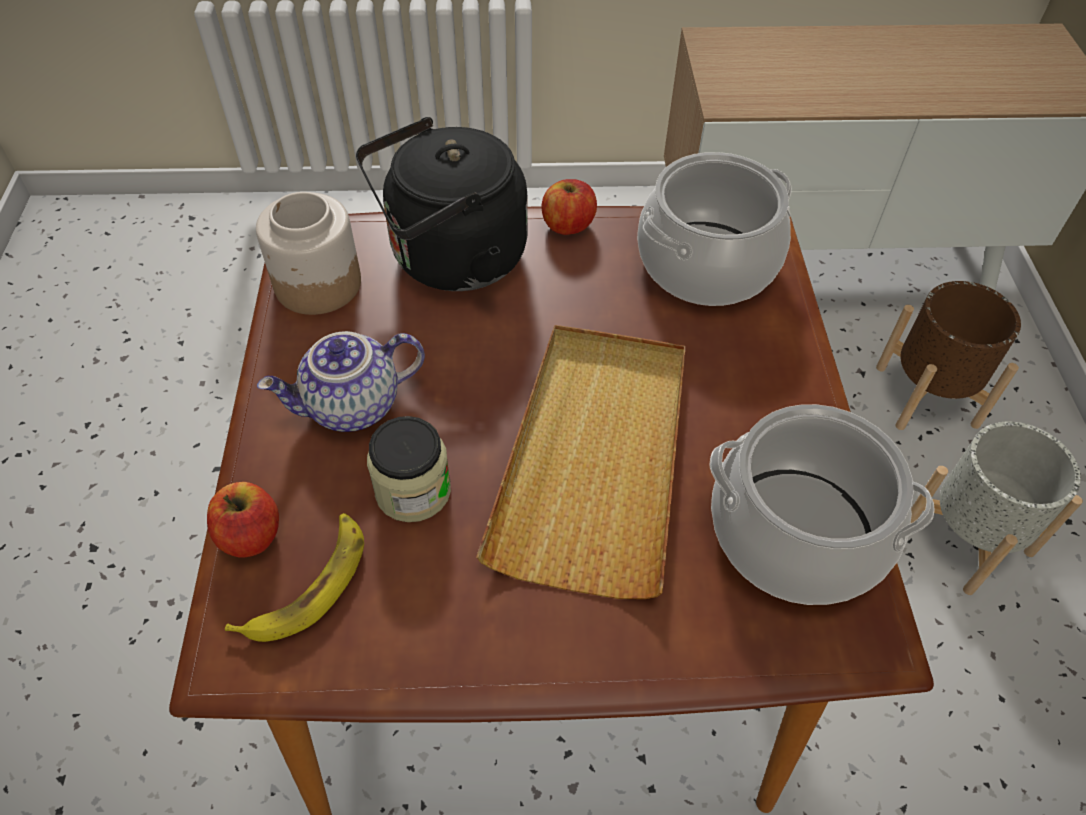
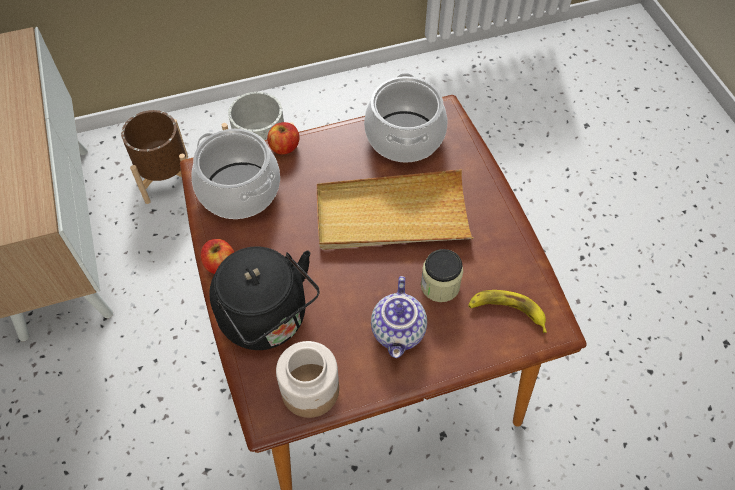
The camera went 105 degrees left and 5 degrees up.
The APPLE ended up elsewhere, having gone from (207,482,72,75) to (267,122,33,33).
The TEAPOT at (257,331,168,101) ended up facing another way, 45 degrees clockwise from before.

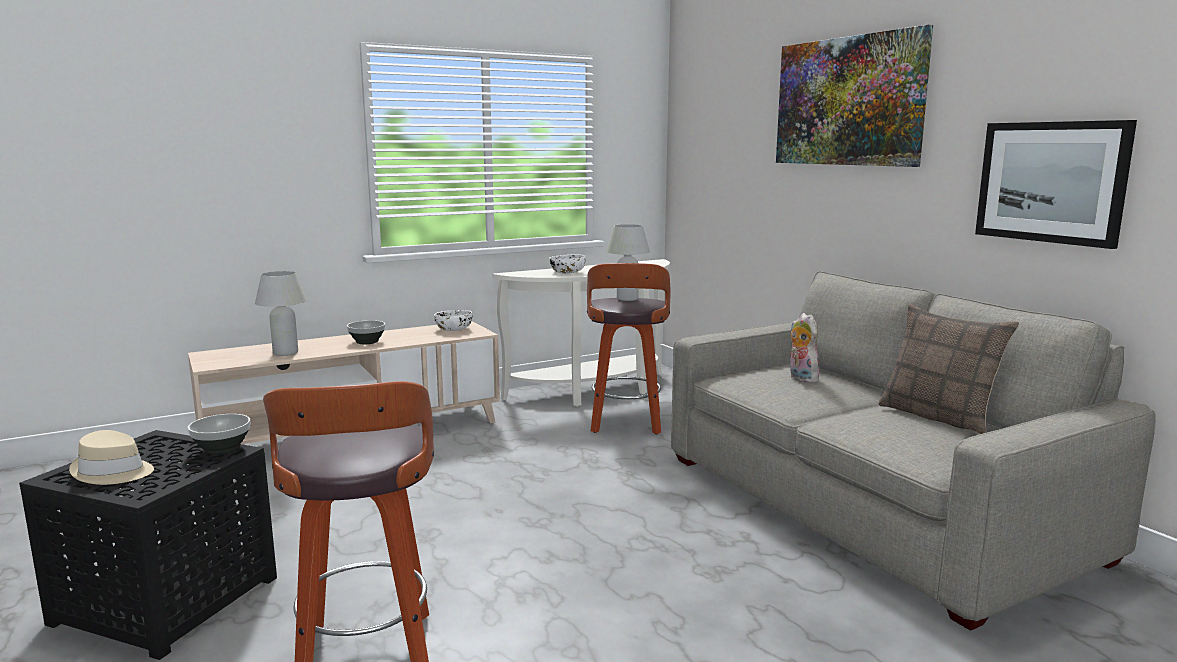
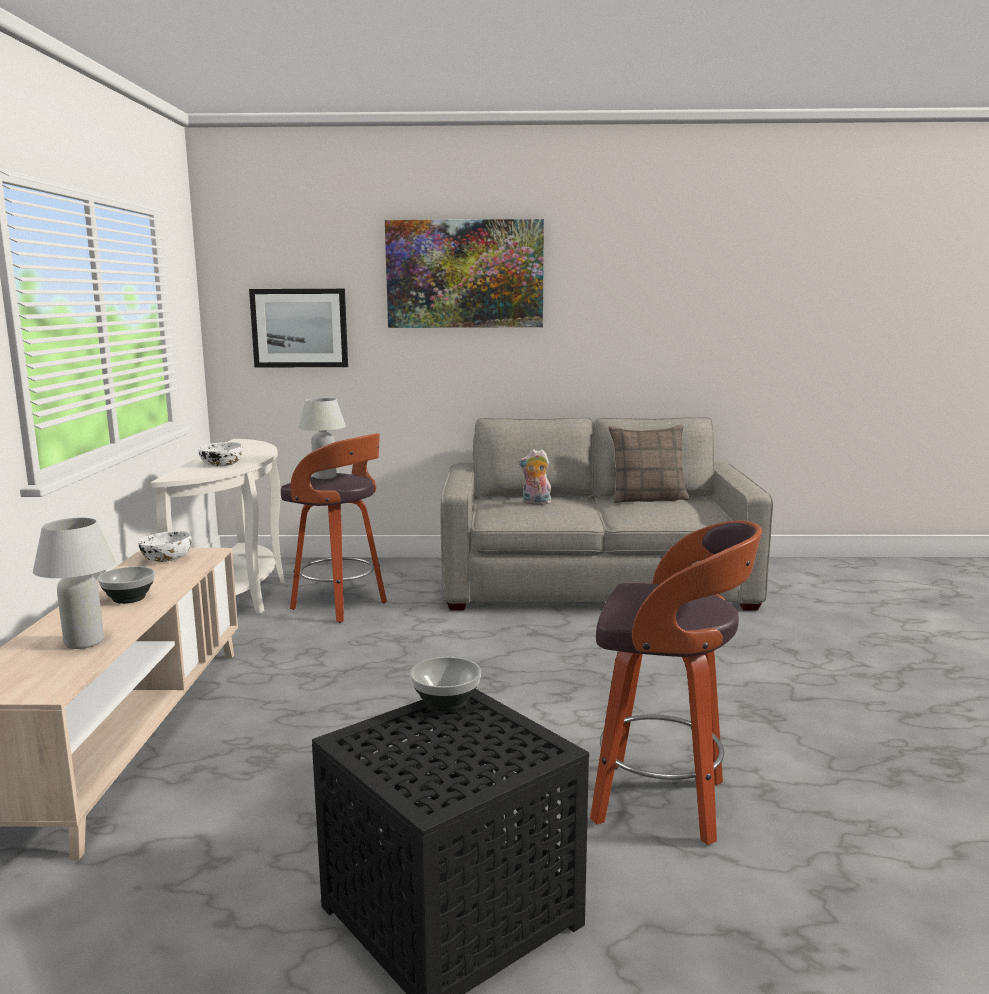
The camera went 60 degrees left and 0 degrees up.
The PICTURE ended up elsewhere, having gone from (975,120,162,129) to (249,289,99,79).
The second view lost the BEIGE HAT at (69,430,85,55).

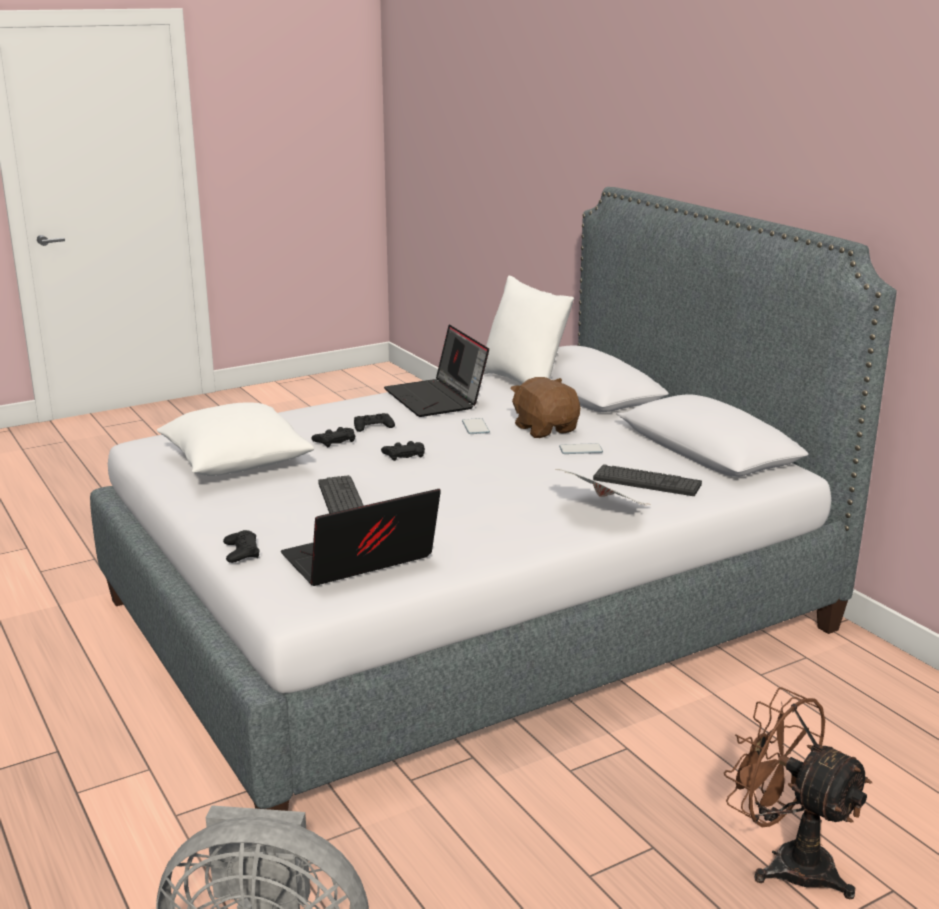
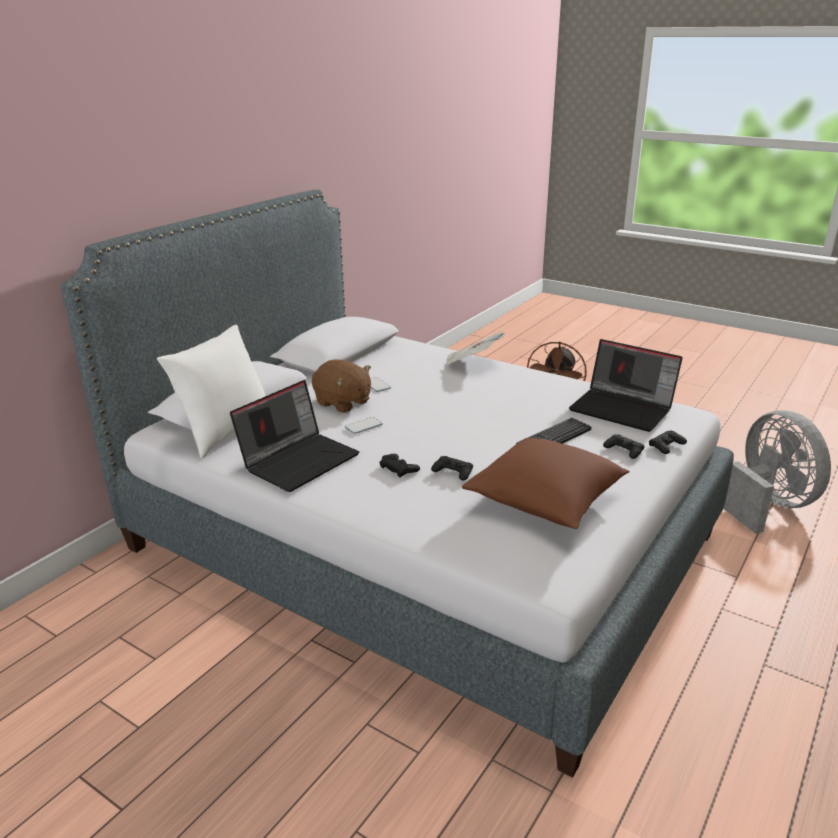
The camera went 115 degrees left and 5 degrees up.
The BROWN PLUSH TOY at (510,377,70,61) ended up facing another way, 90 degrees counterclockwise from before.
What was the WHITE PILLOW at (157,402,157,74) turned into the BROWN PILLOW at (462,438,167,91).
The BLACK GAME CONTROLLER ended up elsewhere, having gone from (381,441,44,20) to (603,434,42,25).
The second view lost the KEYBOARD at (593,464,109,32).

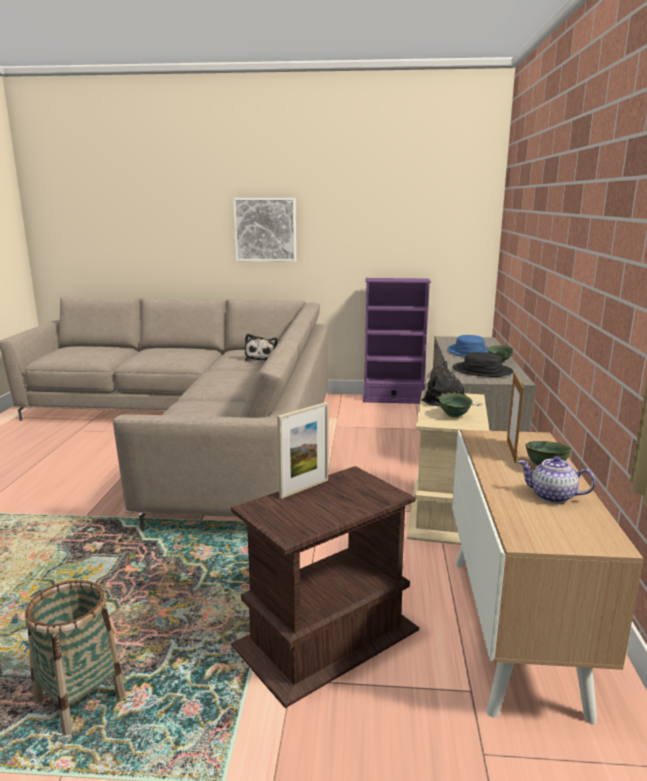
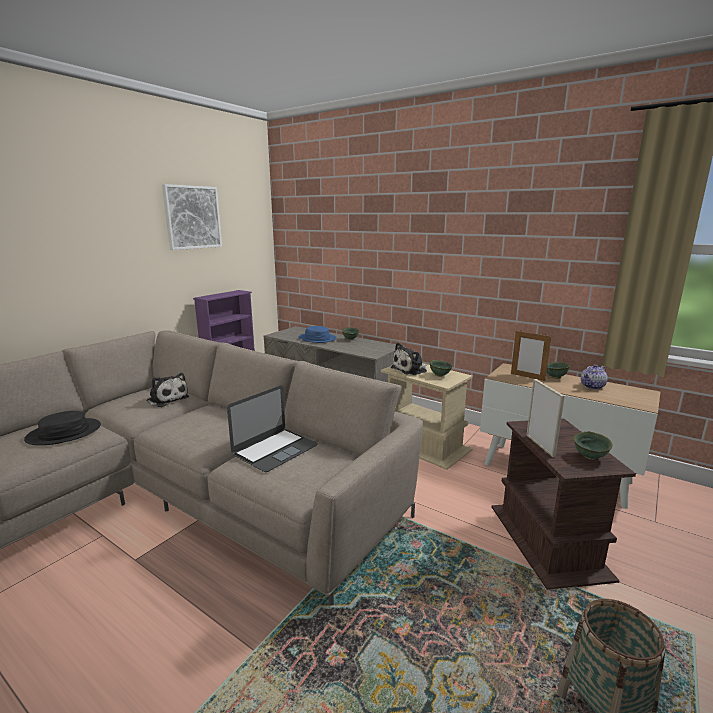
The camera went 60 degrees left and 0 degrees up.
The BLACK HAT ended up elsewhere, having gone from (453,352,60,25) to (24,411,77,34).
The PICTURE ended up elsewhere, having gone from (233,198,63,64) to (162,184,60,66).
The second view gained the LAPTOP at (227,385,91,87).
The second view gained the GREEN BOWL at (574,432,39,28).

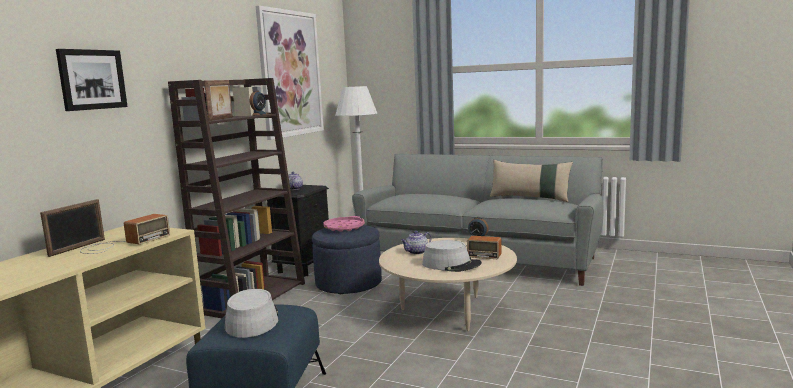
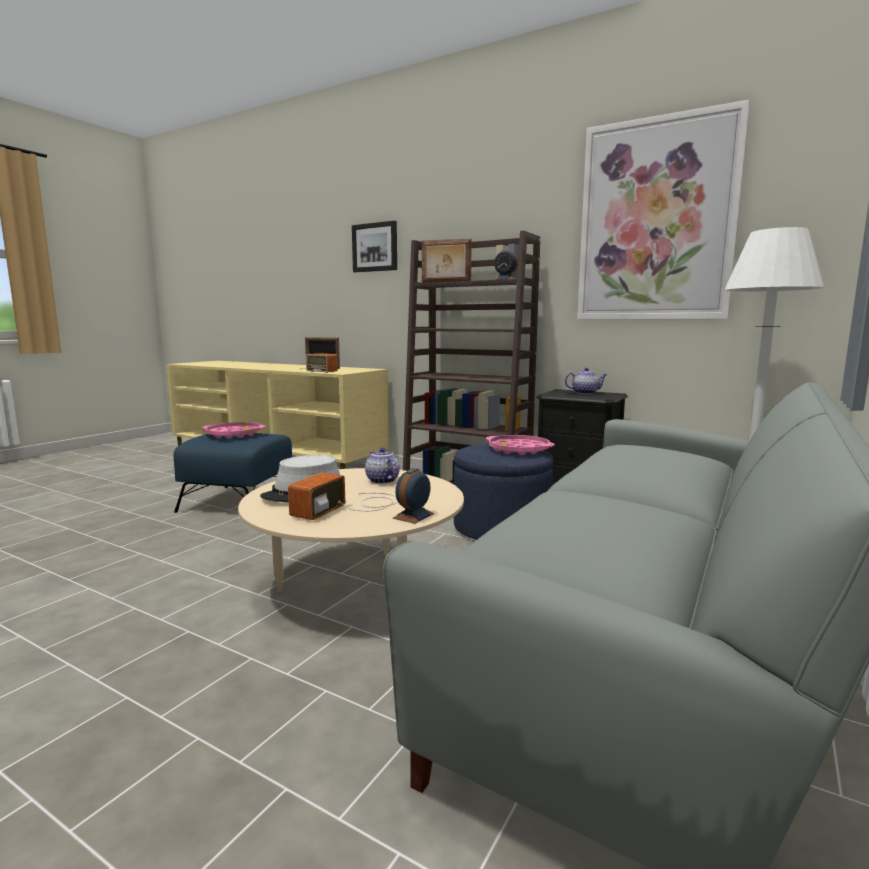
The camera went 95 degrees right and 0 degrees up.
Where the GREY HAT stood at (225,289,53,49), the PINK TRAY came to stand at (201,422,65,17).
The second view lost the BEIGE PILLOW at (490,160,83,42).

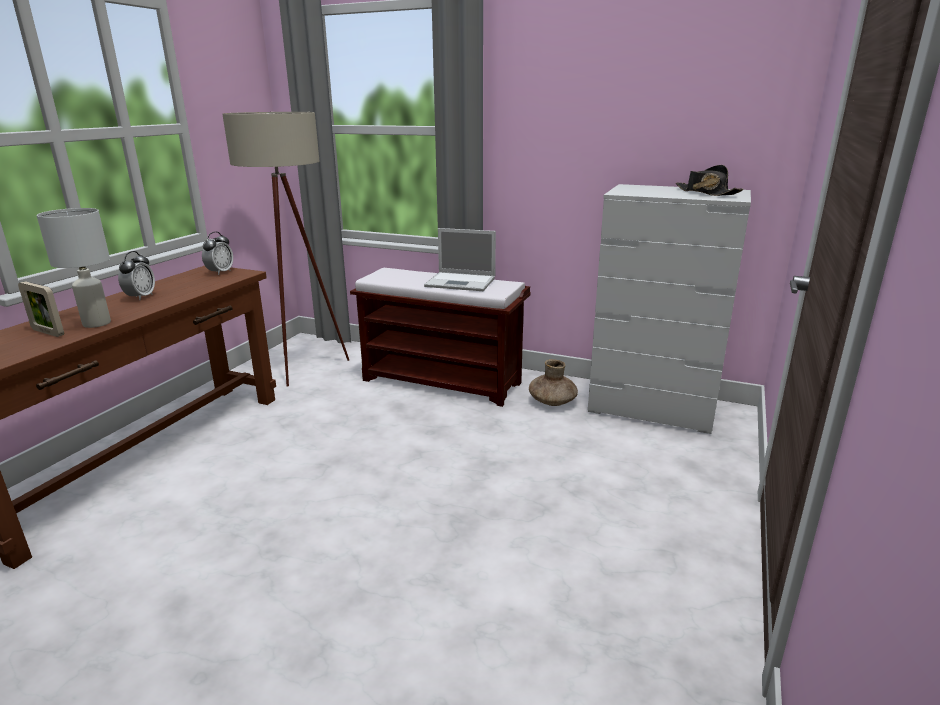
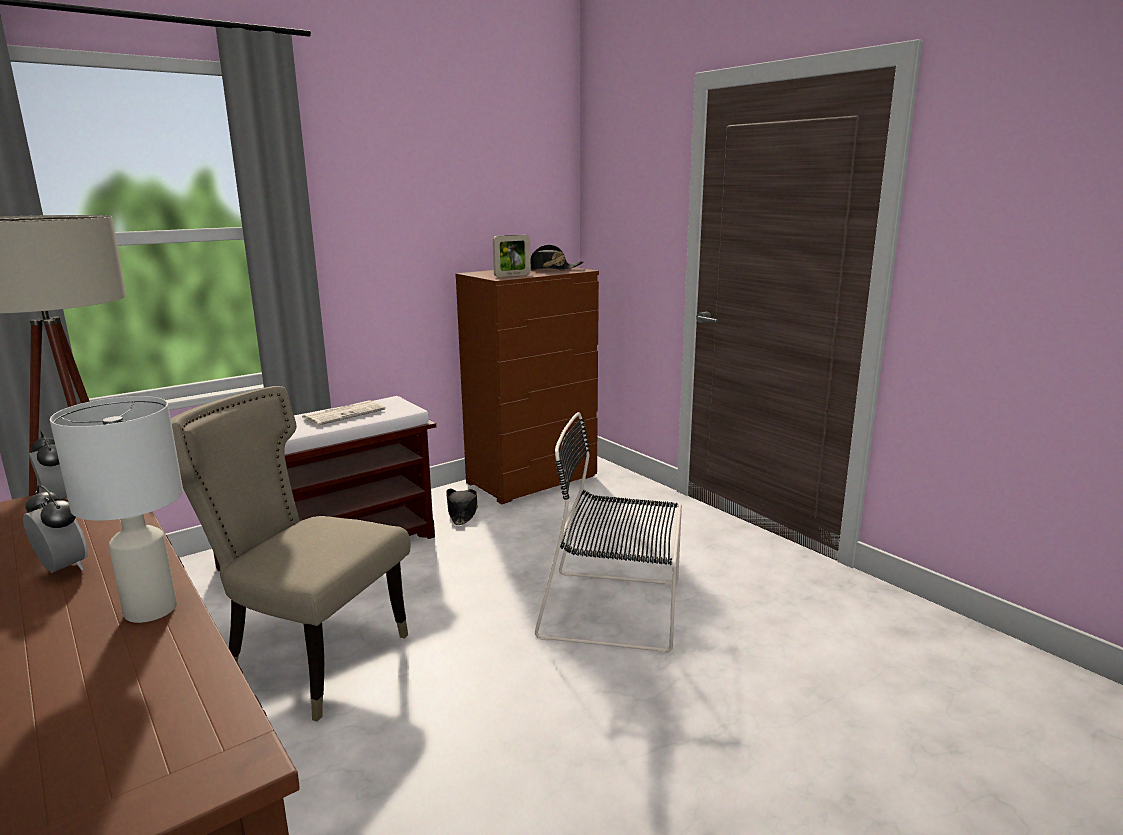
The camera went 60 degrees left and 5 degrees down.
The second view gained the BEIGE CHAIR at (171,386,239,336).
Where the LAPTOP stood at (424,228,72,63), the NEWSPAPER came to stand at (302,400,84,26).
Where the BROWN VASE stood at (529,359,49,47), the BLACK HAT came to stand at (446,489,32,36).
What was the WHITE DRESSER at (588,184,163,250) turned into the BROWN DRESSER at (455,267,144,237).
The PICTURE FRAME ended up elsewhere, having gone from (18,281,46,56) to (493,235,38,42).
The second view gained the BLACK CHAIR at (535,412,147,241).

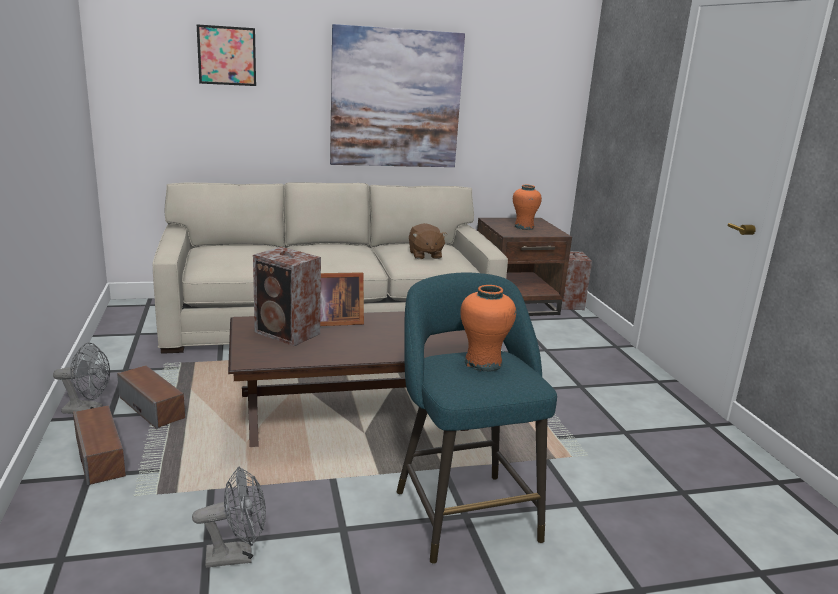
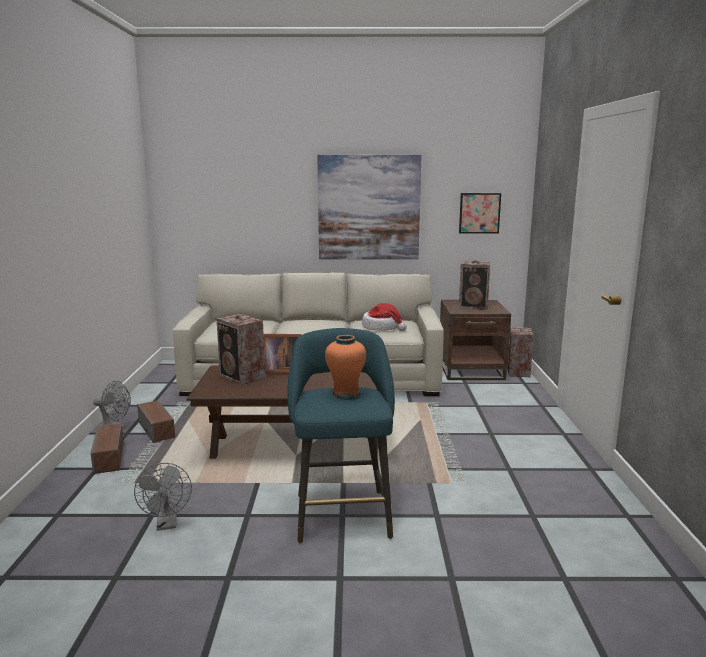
The camera went 15 degrees right and 5 degrees down.
The GREY FAN at (192,467,74,101) ended up facing another way, 75 degrees clockwise from before.
Where the BROWN PLUSH TOY stood at (409,223,38,36), the HAT came to stand at (362,303,45,28).
The PICTURE ended up elsewhere, having gone from (197,24,59,62) to (459,193,42,40).
Where the ORANGE VASE stood at (513,185,29,45), the SPEAKER came to stand at (459,260,31,50).

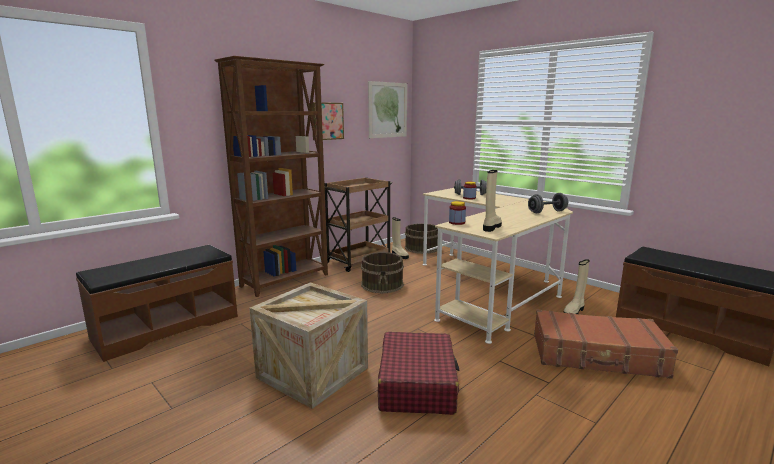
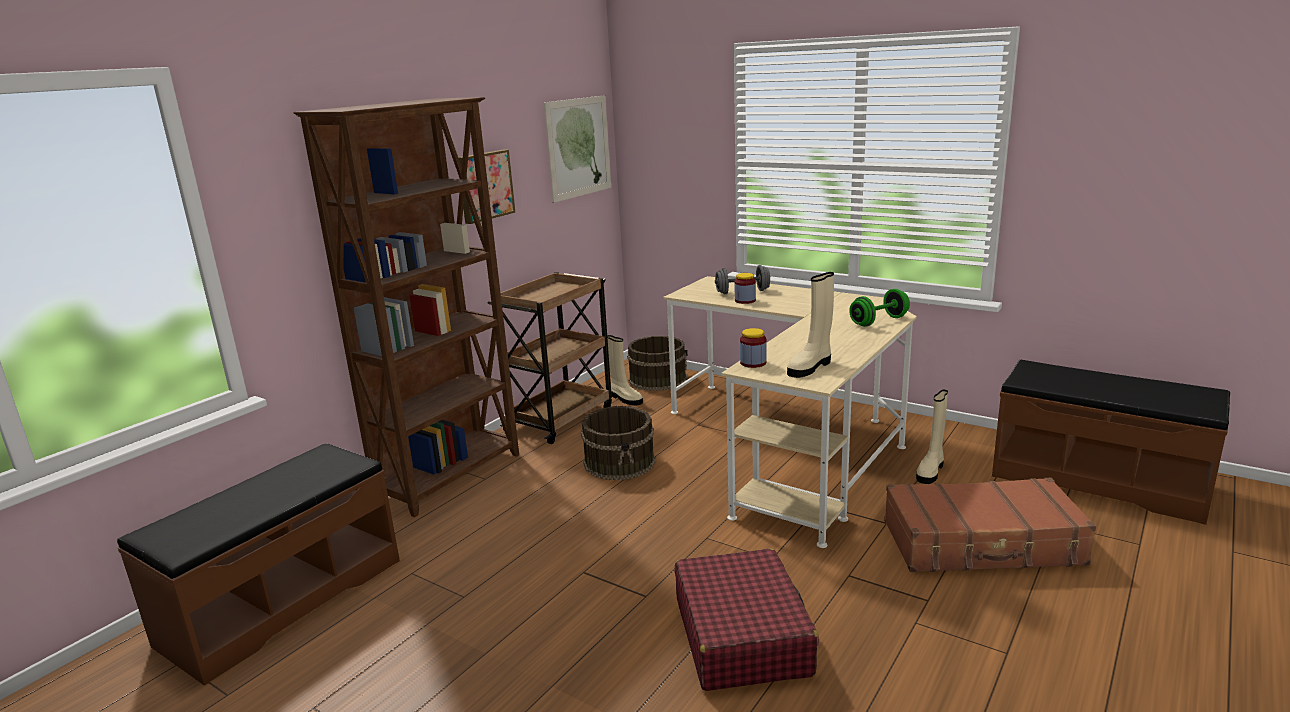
The camera went 10 degrees left and 5 degrees up.
The BEIGE BOOT at (483,170,19,62) ended up facing another way, 150 degrees counterclockwise from before.
What was the GREY DUMBBELL at (528,193,40,20) turned into the GREEN DUMBBELL at (849,289,61,38).
The second view lost the CRATE at (249,283,119,126).

